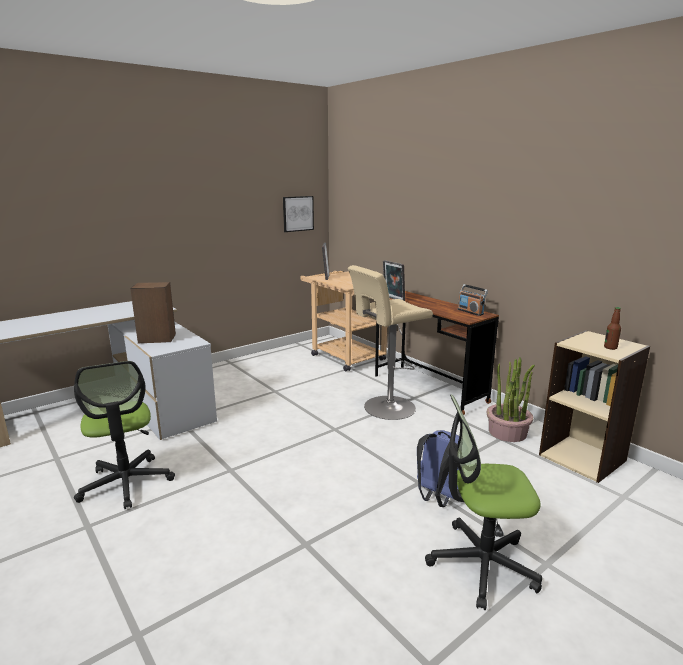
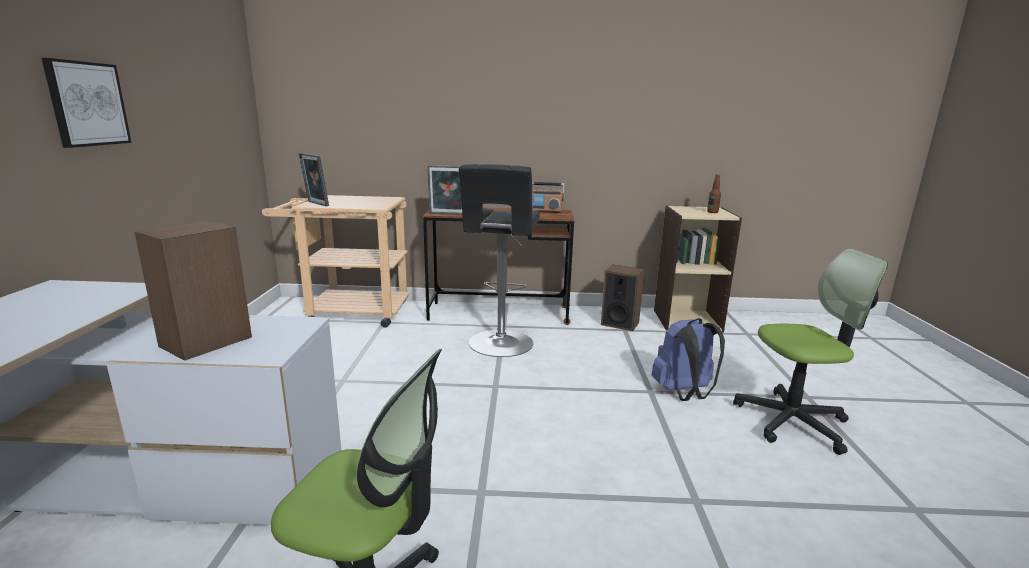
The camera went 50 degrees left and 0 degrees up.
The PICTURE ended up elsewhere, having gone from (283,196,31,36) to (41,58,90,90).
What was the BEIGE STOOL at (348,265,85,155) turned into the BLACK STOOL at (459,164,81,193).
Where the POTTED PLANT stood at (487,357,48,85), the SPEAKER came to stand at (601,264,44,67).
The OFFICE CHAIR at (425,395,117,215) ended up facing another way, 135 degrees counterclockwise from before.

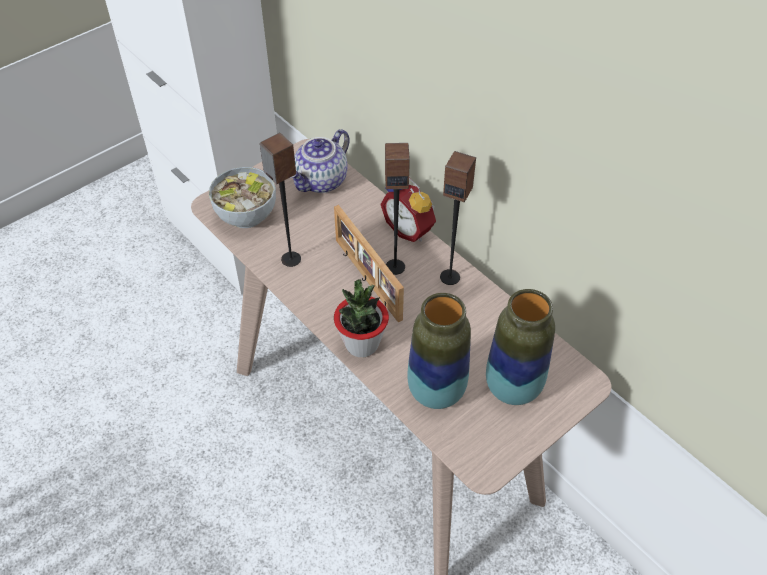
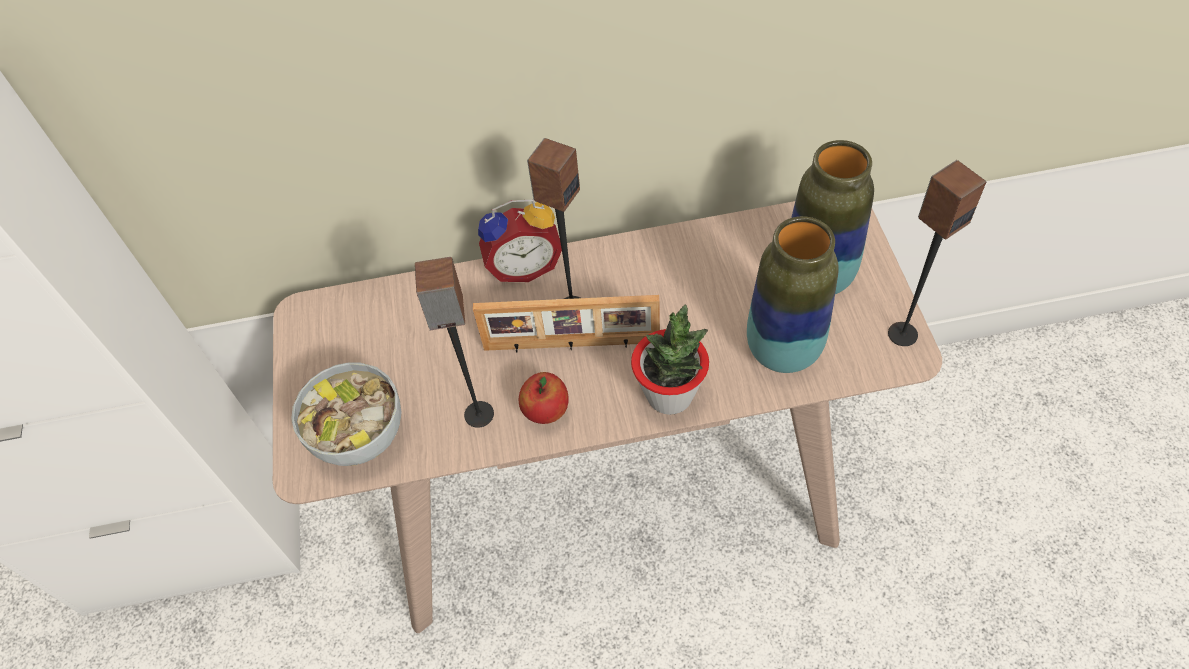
The camera went 55 degrees left and 5 degrees up.
The second view gained the APPLE at (519,372,50,52).
The SPEAKER ended up elsewhere, having gone from (440,151,36,134) to (888,160,98,186).
The second view lost the TEAPOT at (290,129,60,64).

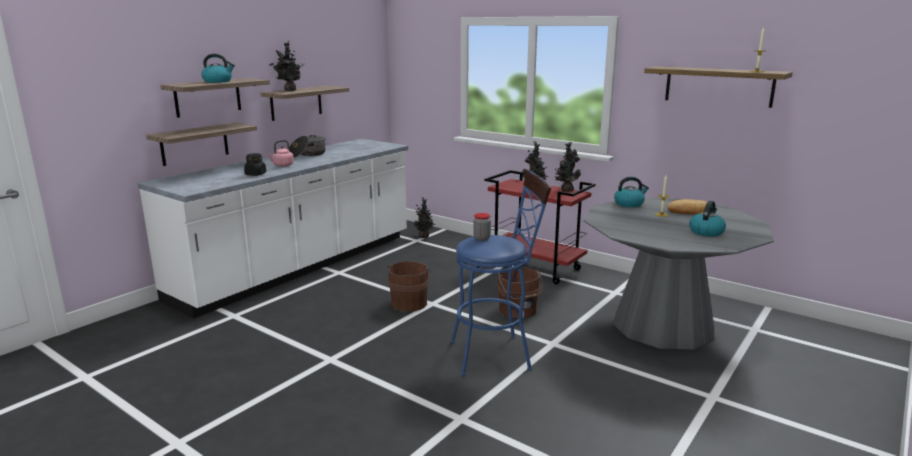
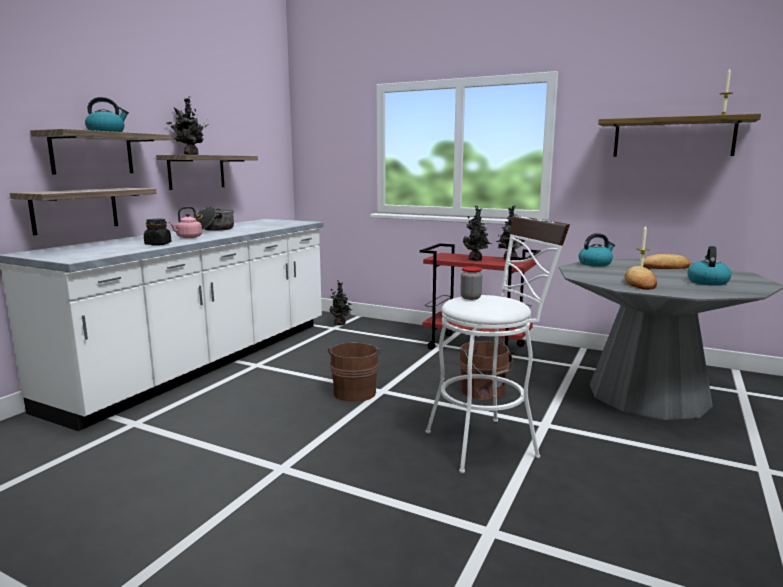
The camera went 10 degrees left and 5 degrees down.
What was the BLUE STOOL at (451,170,100,206) turned into the WHITE STOOL at (426,215,144,258).
The second view gained the BREAD at (625,266,32,24).

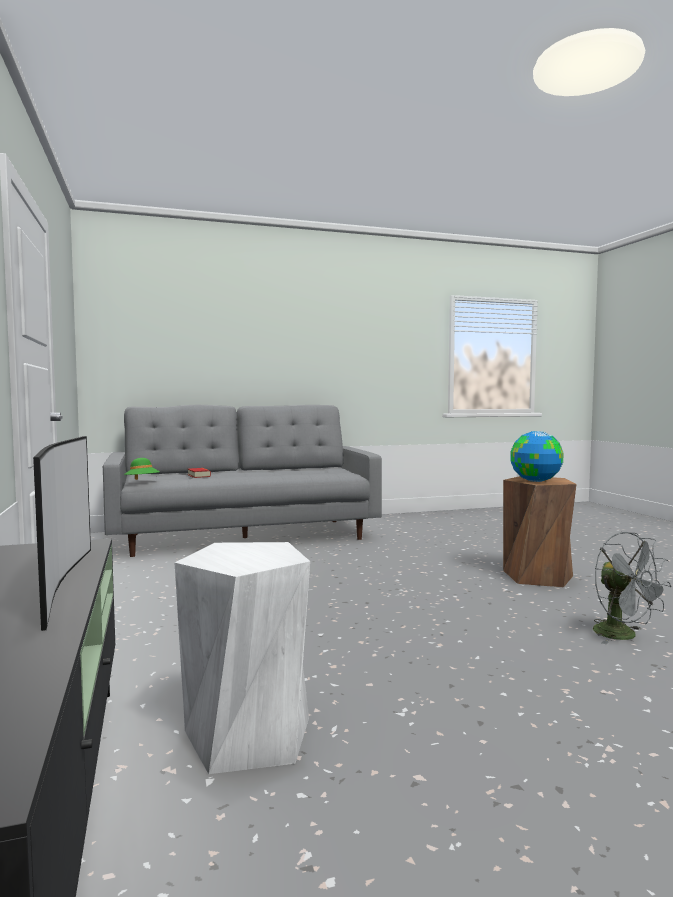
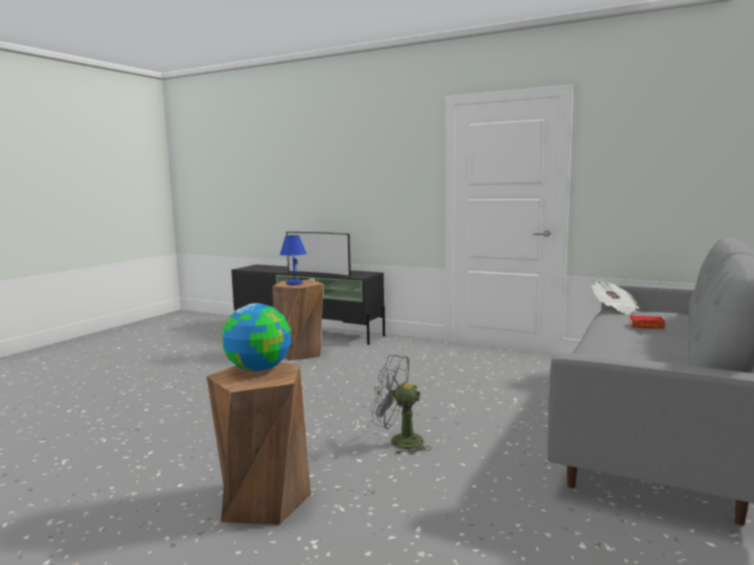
The camera went 135 degrees right and 5 degrees up.
What was the WHITE STOOL at (175,542,135,232) turned into the BROWN STOOL at (273,279,51,82).
The second view gained the BLUE TABLE LAMP at (280,235,27,50).
The GREY FAN ended up elsewhere, having gone from (593,532,78,112) to (371,355,60,100).
Where the GREEN HAT stood at (124,458,36,22), the NEWSPAPER came to stand at (591,280,48,34).

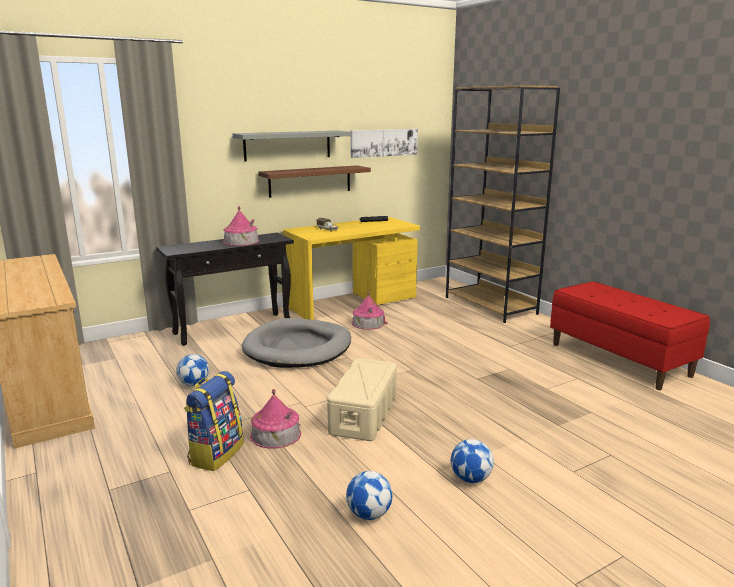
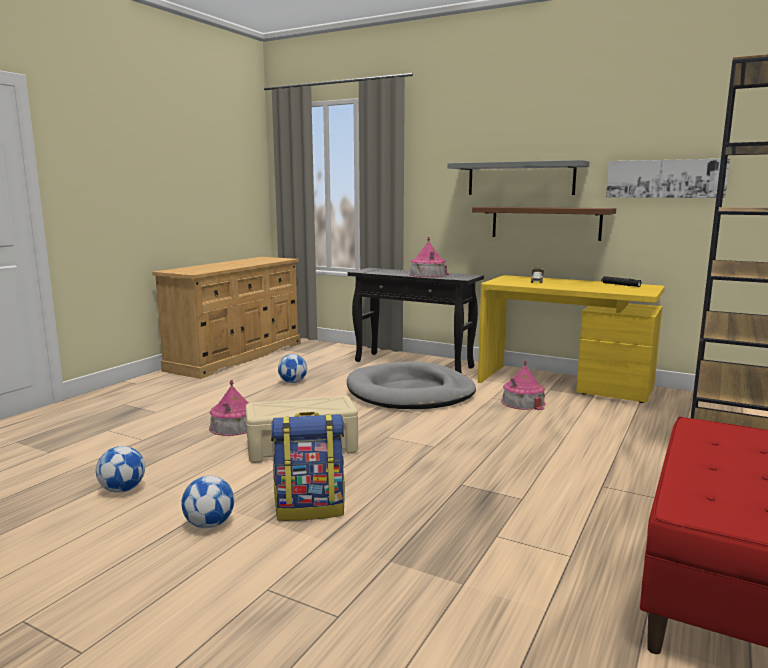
The camera went 60 degrees right and 5 degrees down.
The BACKPACK ended up elsewhere, having gone from (184,371,60,100) to (271,412,74,109).

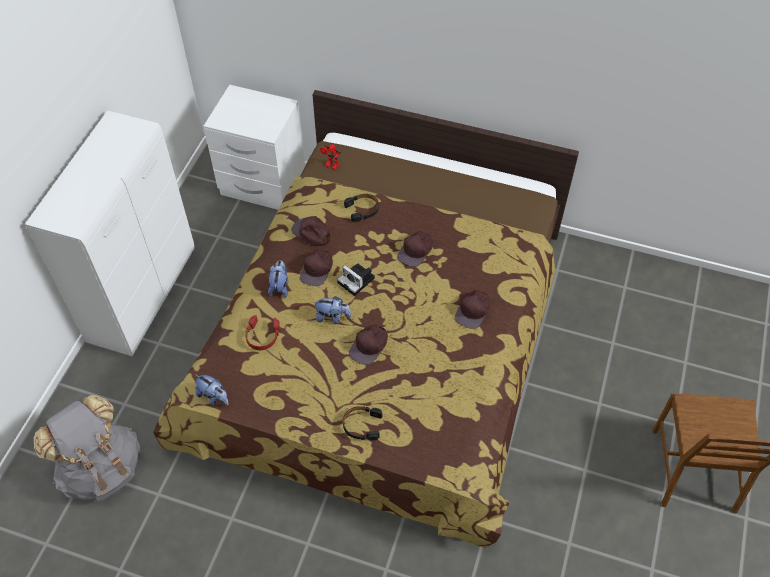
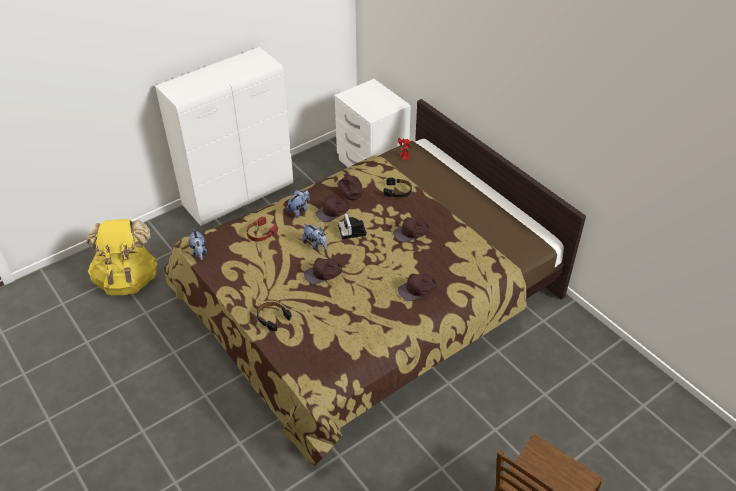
The camera went 35 degrees right and 10 degrees down.
What was the GREY BACKPACK at (33,395,107,106) turned into the YELLOW BACKPACK at (86,219,72,76).

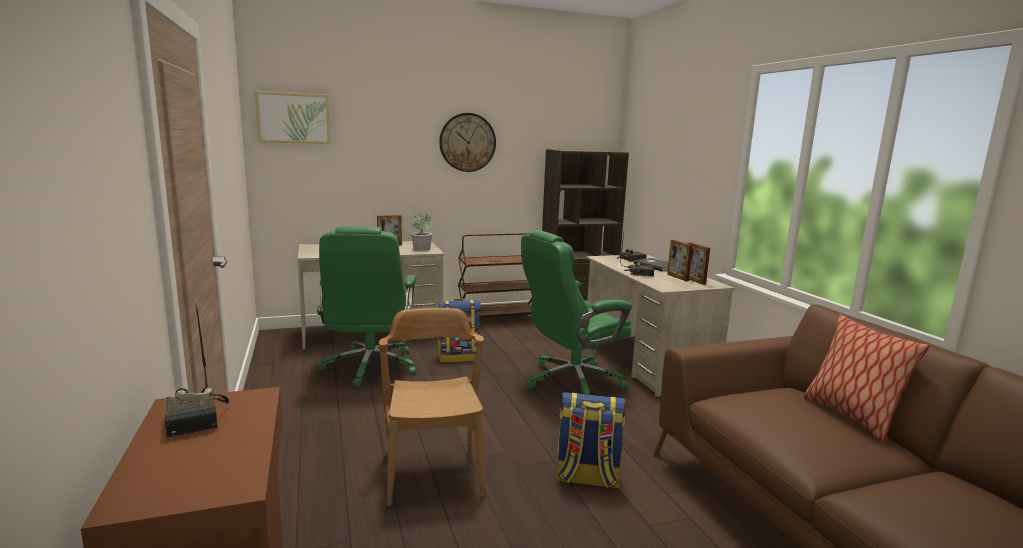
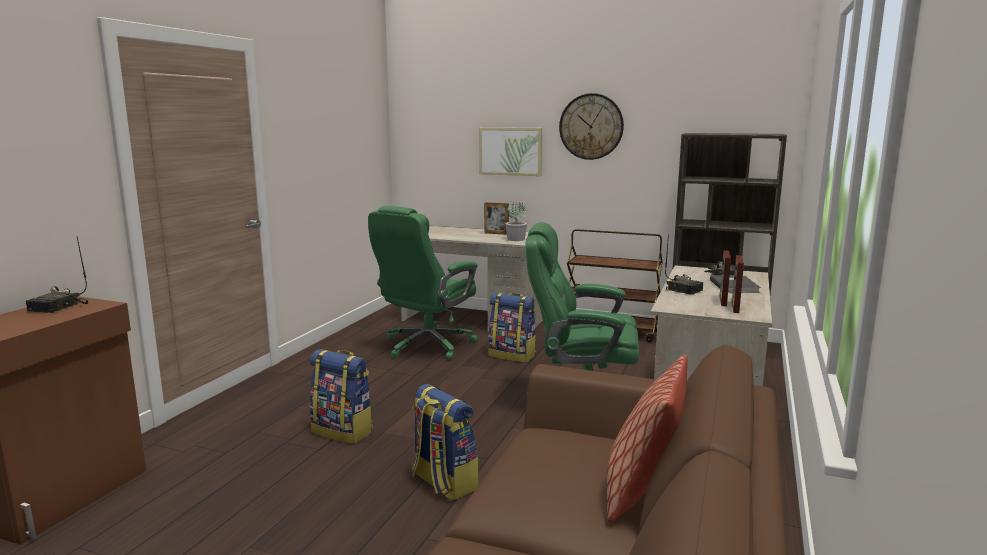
The camera went 40 degrees right and 0 degrees up.
Where the BROWN CHAIR stood at (379,308,106,198), the BACKPACK came to stand at (310,349,63,95).
The PICTURE ended up elsewhere, having gone from (255,91,76,53) to (479,127,63,49).

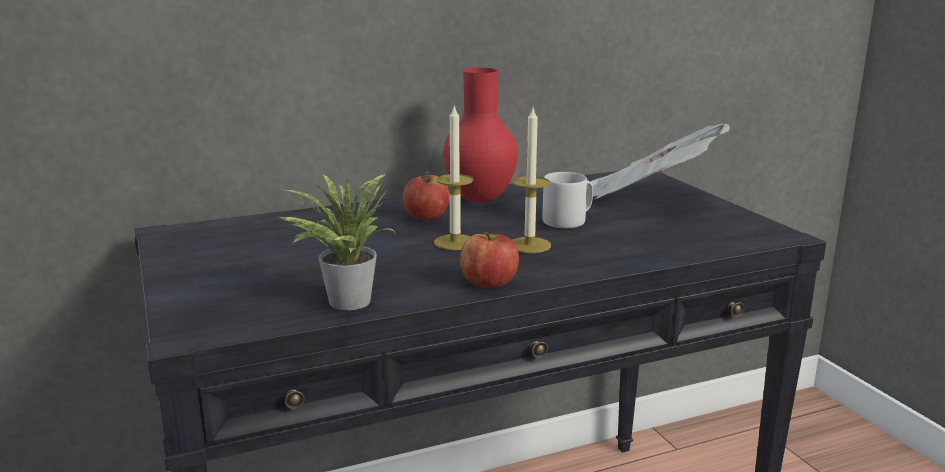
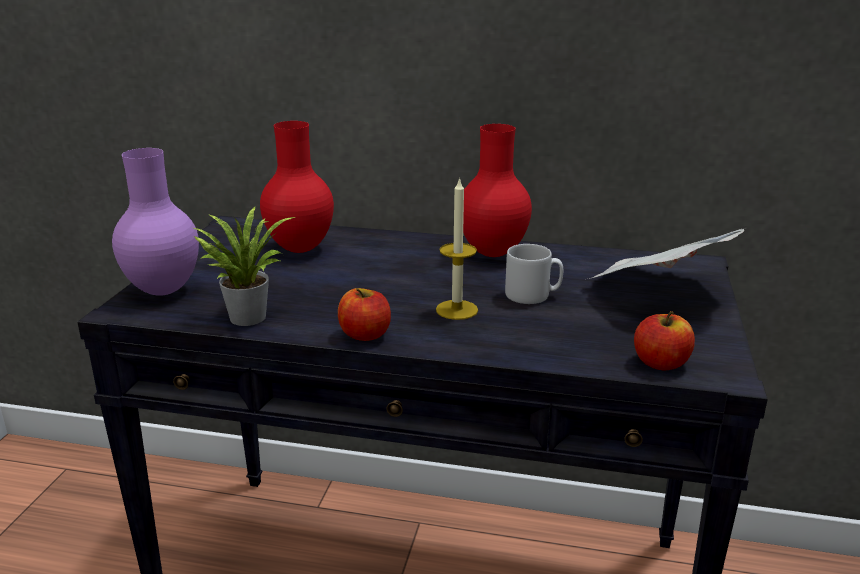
The camera went 35 degrees right and 5 degrees up.
The second view gained the PURPLE VASE at (112,148,87,148).
The second view gained the RED VASE at (260,121,74,132).
The APPLE ended up elsewhere, having gone from (402,171,48,49) to (634,311,61,59).
The second view lost the CANDLE at (434,104,40,146).

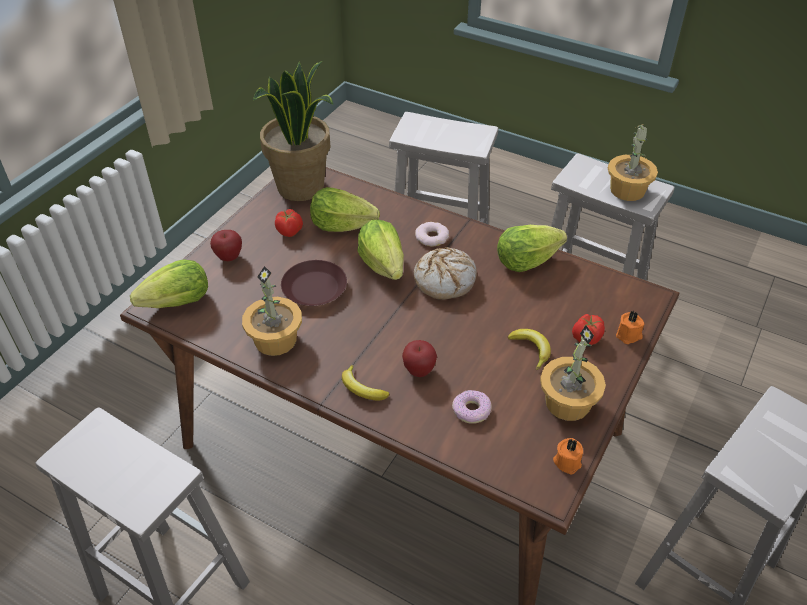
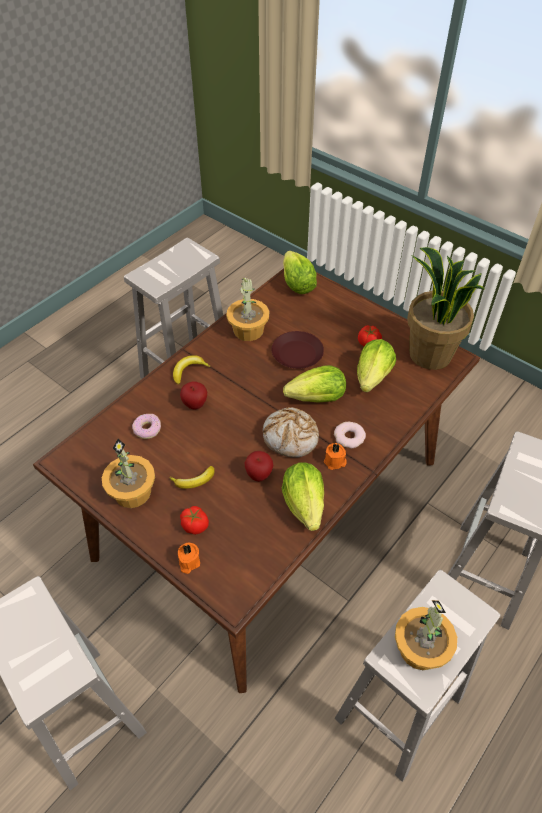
The camera went 100 degrees right and 5 degrees up.
The APPLE ended up elsewhere, having gone from (210,230,32,31) to (245,451,28,31).
The ORANGE CANDLE ended up elsewhere, having gone from (553,438,30,36) to (324,443,23,27).

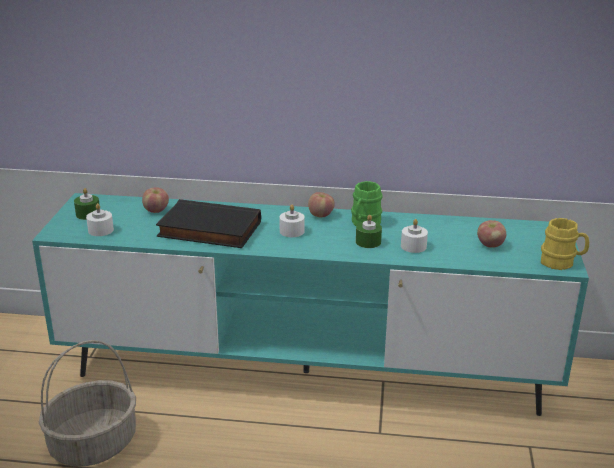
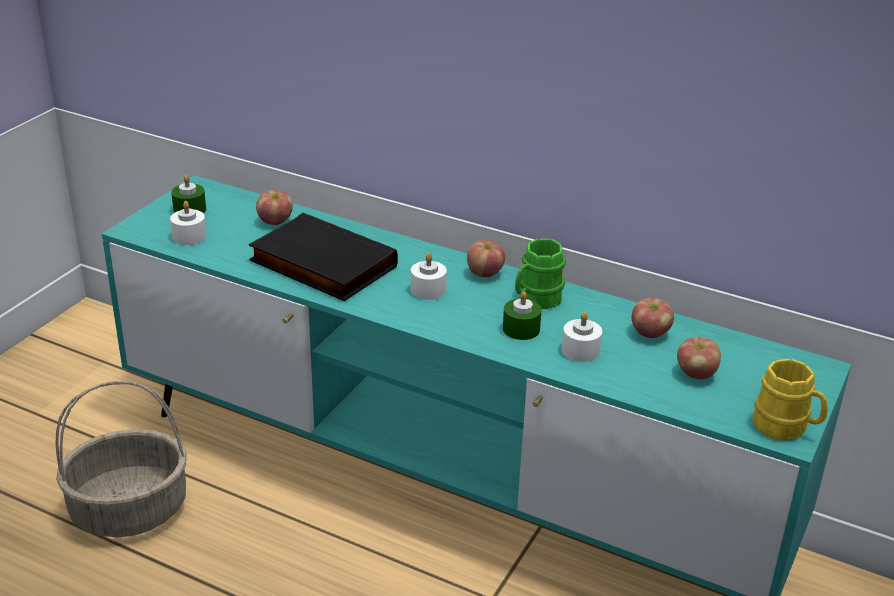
The camera went 20 degrees right and 5 degrees up.
The second view gained the APPLE at (632,298,42,40).

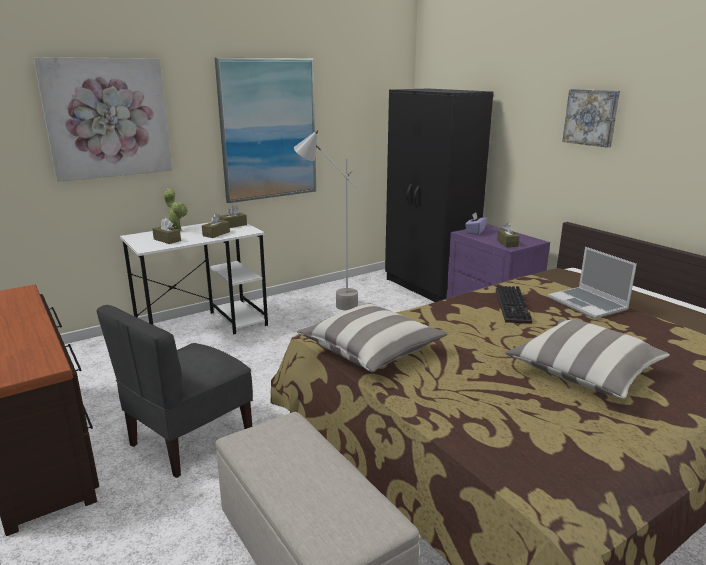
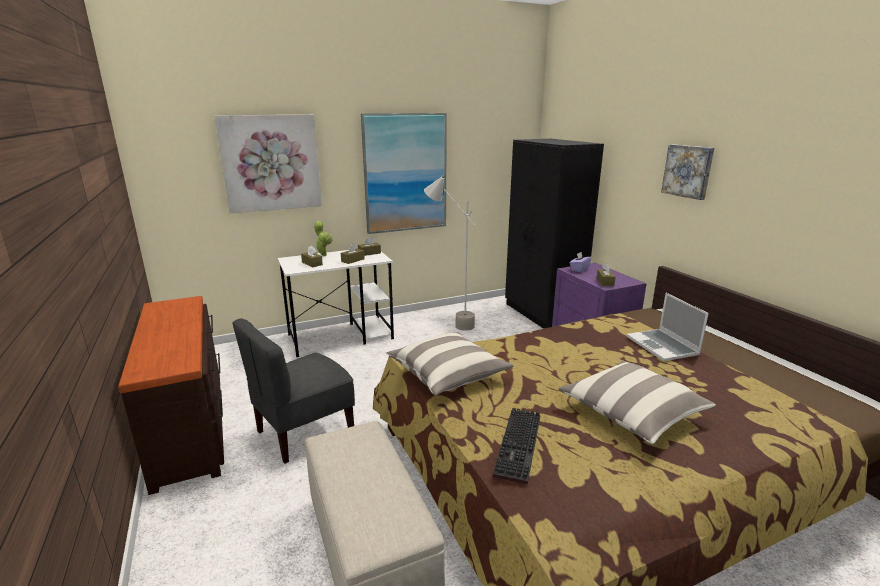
The camera went 10 degrees right and 0 degrees up.
The KEYBOARD ended up elsewhere, having gone from (496,286,36,38) to (493,408,47,76).

